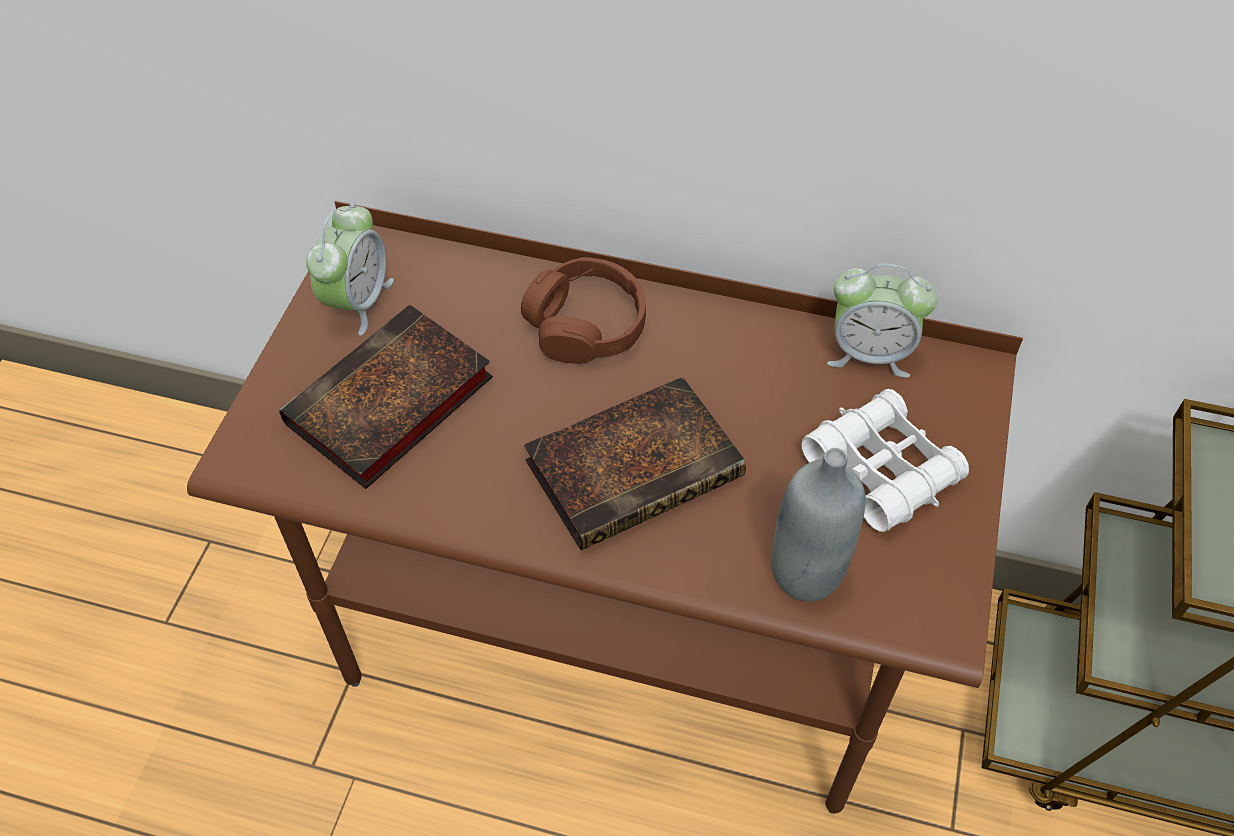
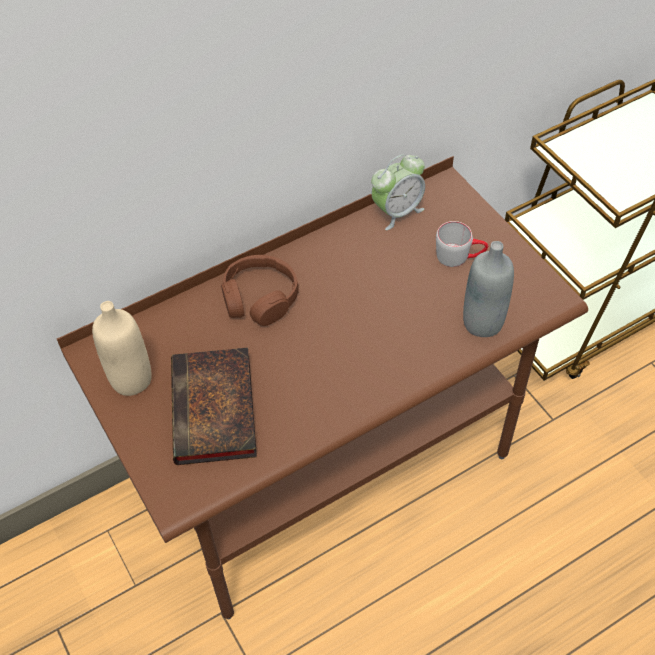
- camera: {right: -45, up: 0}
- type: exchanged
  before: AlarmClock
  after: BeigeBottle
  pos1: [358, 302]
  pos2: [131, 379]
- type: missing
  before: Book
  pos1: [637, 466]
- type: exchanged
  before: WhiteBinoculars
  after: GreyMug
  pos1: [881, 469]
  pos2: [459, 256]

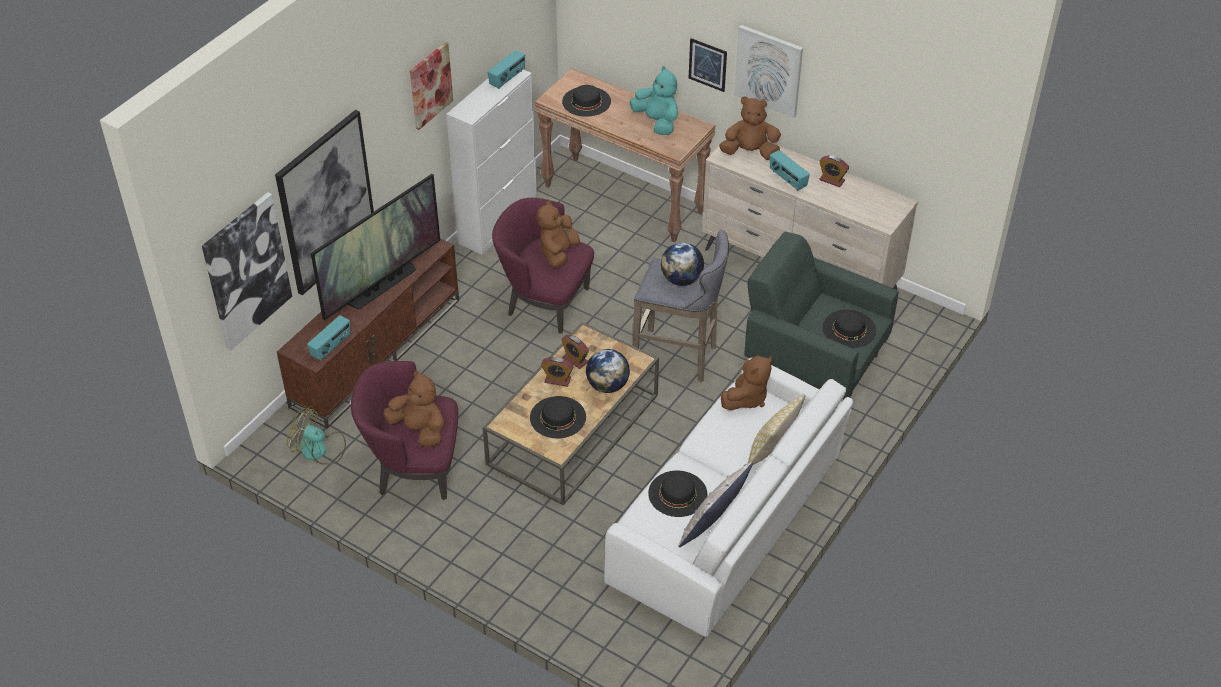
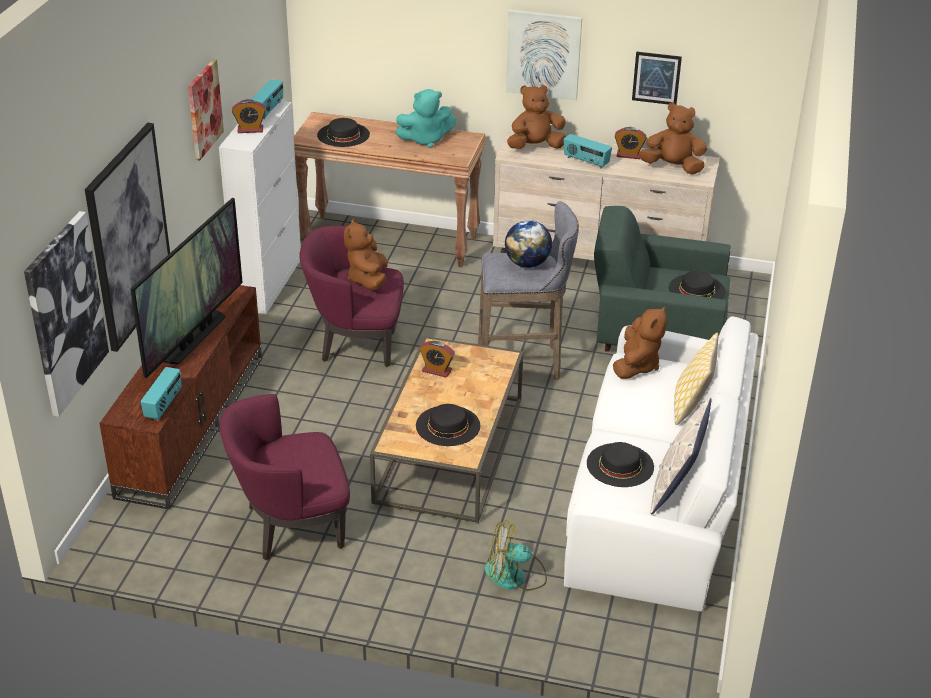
- camera: {right: -20, up: -10}
- type: relocated
  before: Fan
  pos1: [319, 450]
  pos2: [515, 576]
- type: relocated
  before: BrownPlushToy
  pos1: [419, 429]
  pos2: [673, 167]
- type: relocated
  before: AlarmClock
  pos1: [557, 380]
  pos2: [250, 129]
- type: missing
  before: Globe
  pos1: [607, 386]
- type: spun
  before: TurquoisePlushToy
  pos1: [657, 122]
  pos2: [425, 140]
  turn: 135
- type: relocated
  before: Picture
  pos1: [707, 64]
  pos2: [656, 78]

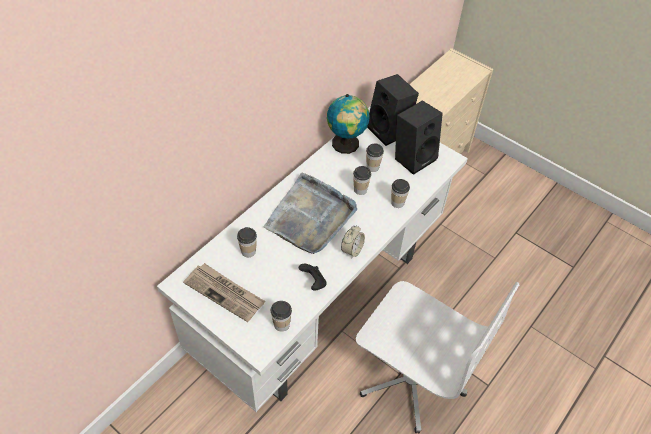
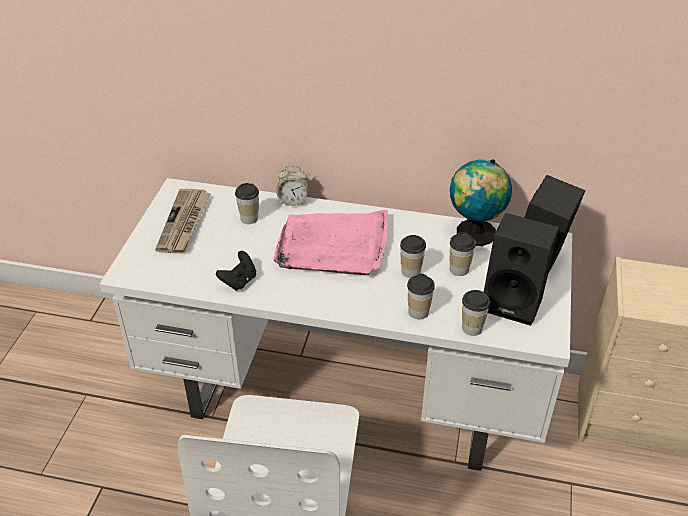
- camera: {right: 65, up: -10}
- type: colour
  before: GreyTray
  after: PinkTray
  pos1: [310, 217]
  pos2: [333, 245]
- type: relocated
  before: Cup
  pos1: [281, 324]
  pos2: [472, 328]
- type: relocated
  before: AlarmClock
  pos1: [352, 250]
  pos2: [293, 201]

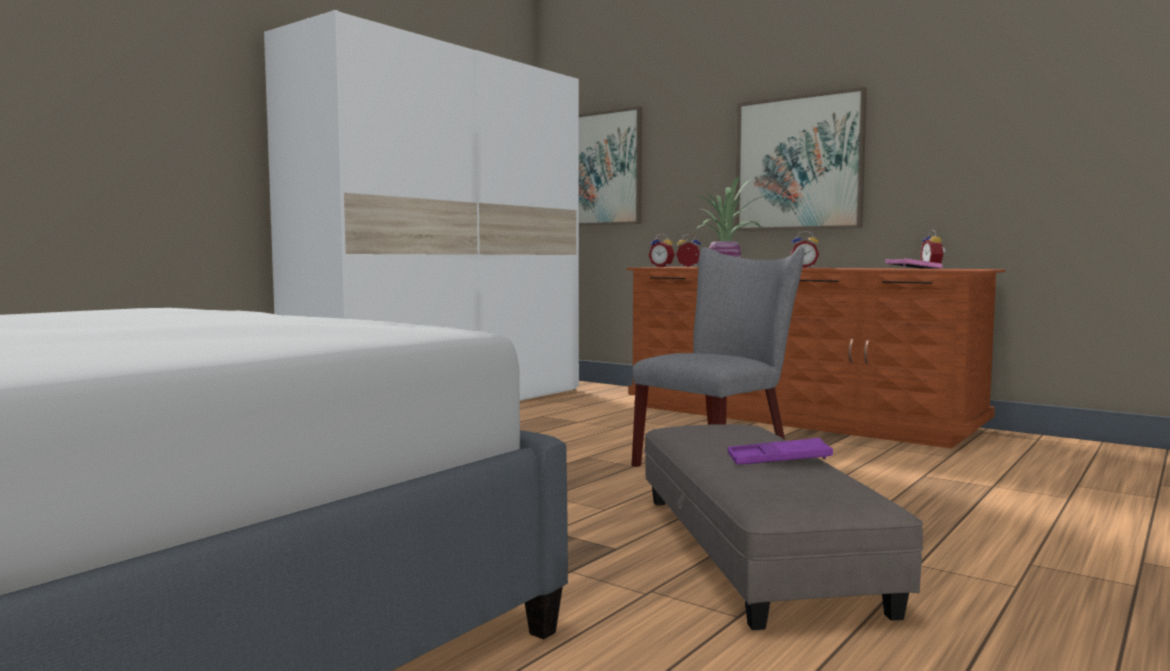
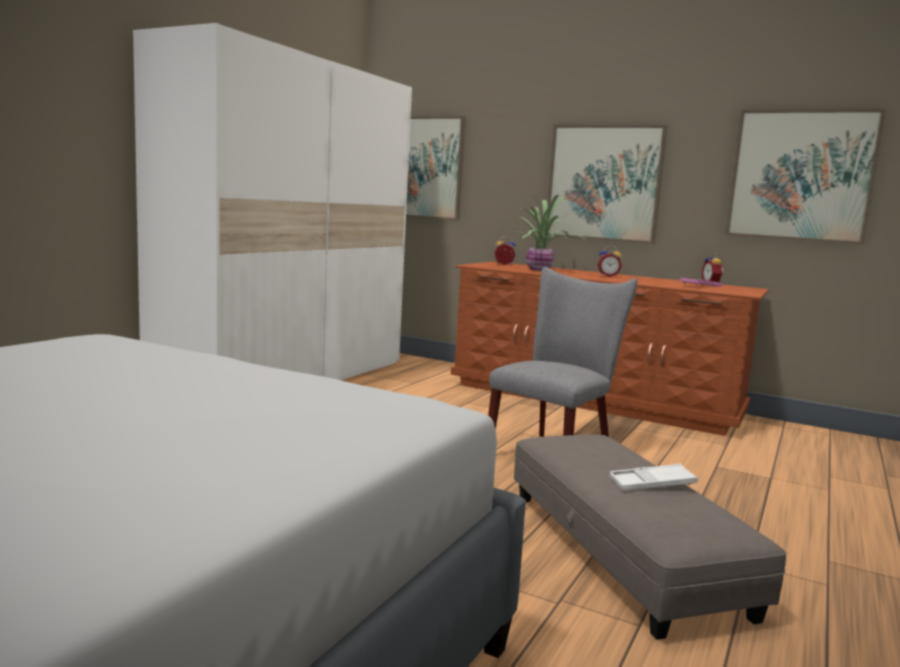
- camera: {right: -10, up: 5}
- type: missing
  before: AlarmClock
  pos1: [662, 266]
- type: colour
  before: PurpleTray
  after: WhiteTray
  pos1: [778, 460]
  pos2: [652, 484]
- type: appeared
  after: Picture
  pos2: [801, 175]

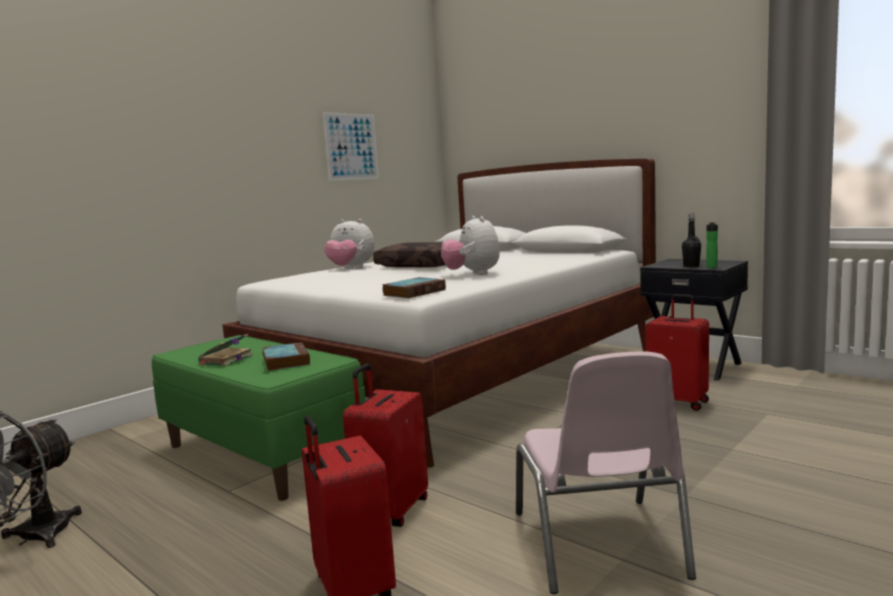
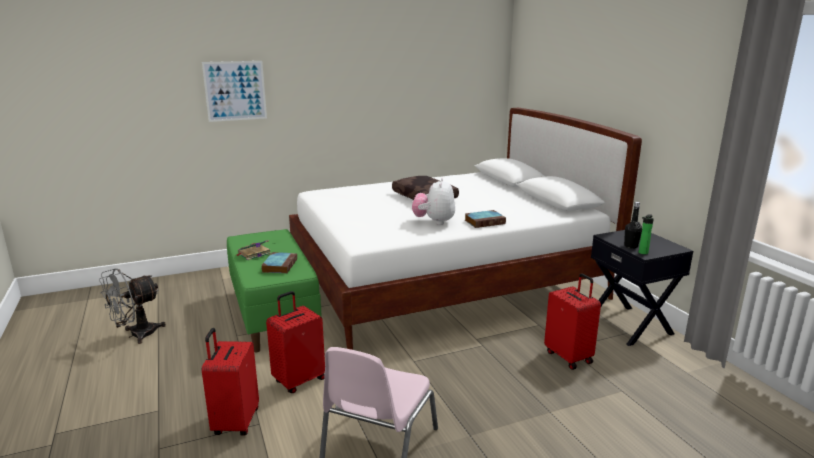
- camera: {right: 25, up: 10}
- type: relocated
  before: Picture
  pos1: [351, 146]
  pos2: [235, 91]
- type: missing
  before: PlushToy
  pos1: [350, 269]
- type: relocated
  before: Book
  pos1: [414, 292]
  pos2: [485, 222]

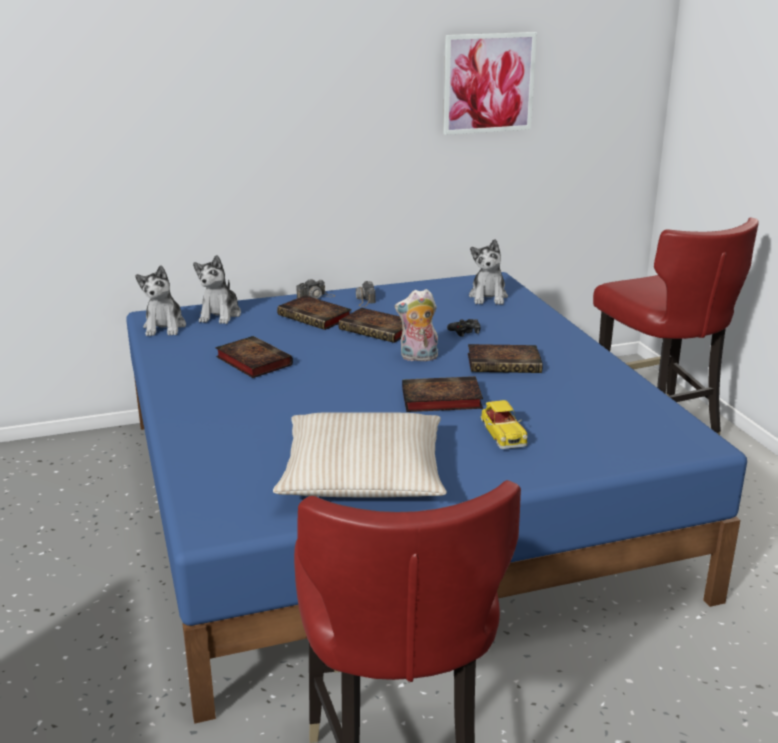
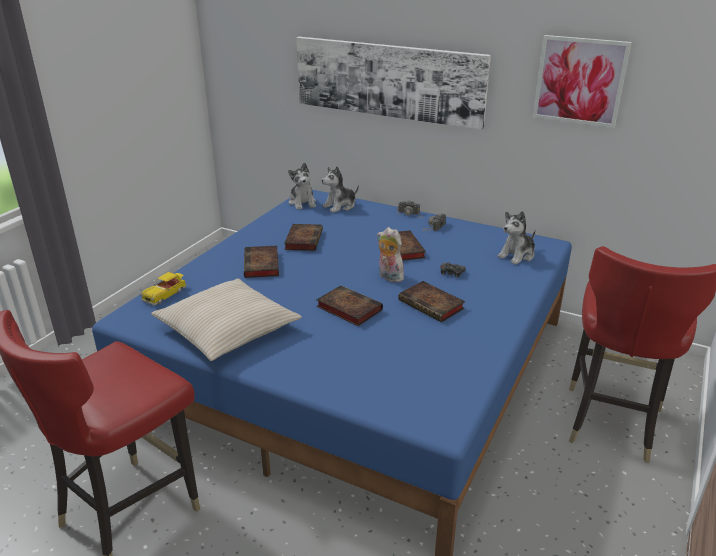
- camera: {right: 45, up: 5}
- type: spun
  before: PlushToy
  pos1: [165, 327]
  pos2: [302, 203]
  turn: -60
- type: relocated
  before: Book
  pos1: [316, 317]
  pos2: [262, 265]
- type: relocated
  before: ToyCar
  pos1: [502, 434]
  pos2: [165, 294]
- type: appeared
  after: Picture
  pos2: [388, 80]

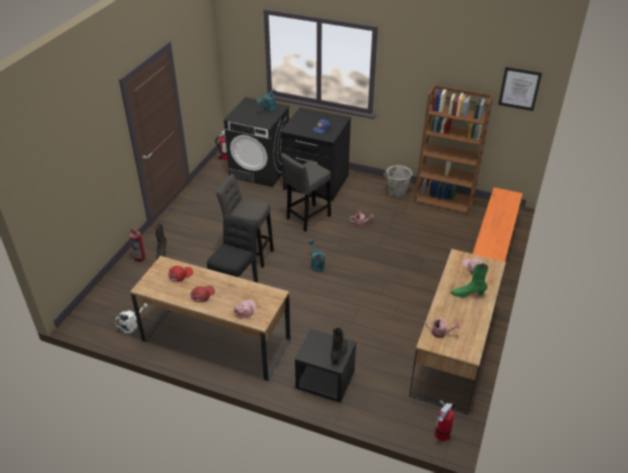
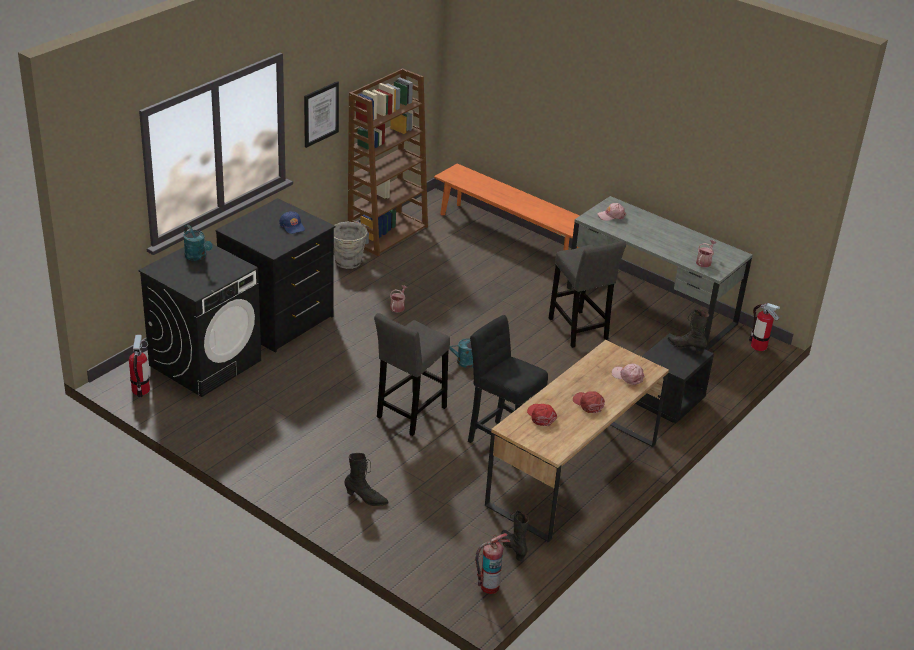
- camera: {right: -75, up: -5}
- type: exchanged
  before: WhiteWateringCan
  after: BlackBoot
  pos1: [132, 325]
  pos2: [513, 549]
- type: relocated
  before: FireExtinguisher
  pos1: [140, 258]
  pos2: [489, 587]
- type: relocated
  before: GreyStool
  pos1: [307, 218]
  pos2: [579, 331]
- type: colour
  before: BrownDesk
  after: GreyDesk
  pos1: [453, 351]
  pos2: [651, 306]
- type: missing
  before: GreenBoot
  pos1: [467, 294]
- type: relocated
  before: Picture
  pos1: [519, 88]
  pos2: [320, 114]

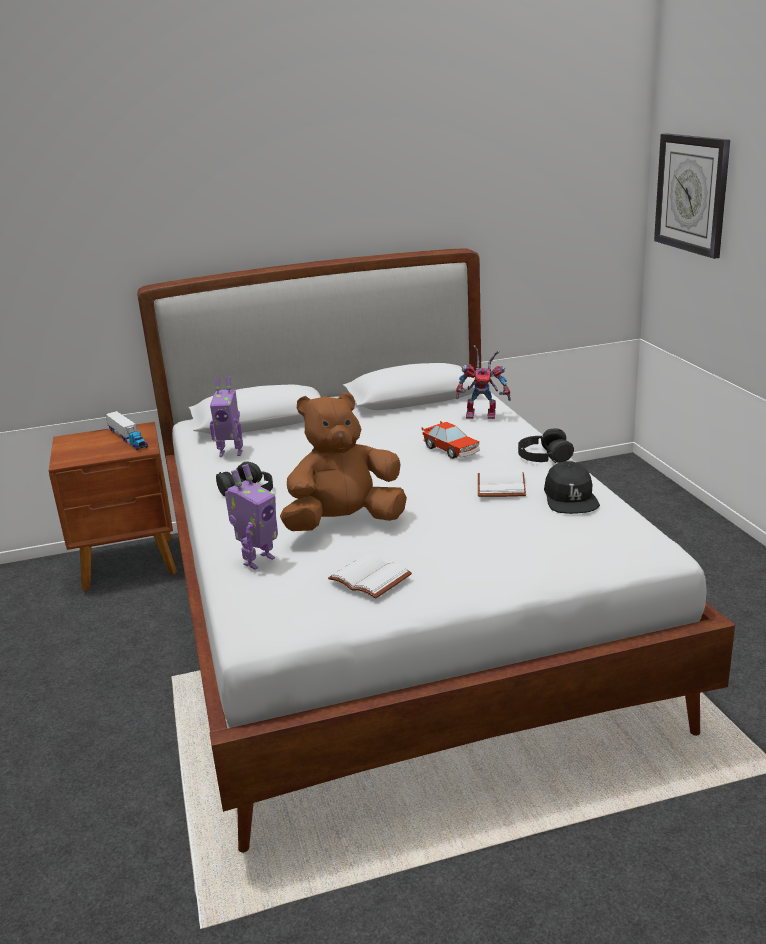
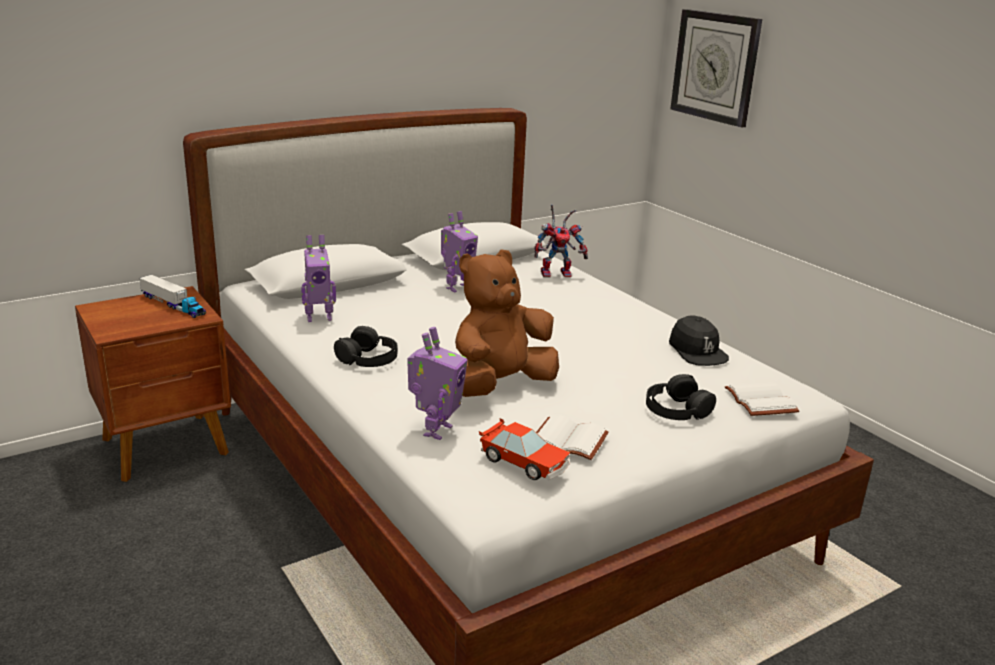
- camera: {right: -20, up: 0}
- type: relocated
  before: ToyCar
  pos1: [451, 450]
  pos2: [524, 463]
- type: relocated
  before: WhiteBook
  pos1: [499, 486]
  pos2: [758, 401]
- type: relocated
  before: BlackHeadphones
  pos1: [544, 455]
  pos2: [676, 409]
- type: appeared
  after: ToyRobot
  pos2: [457, 287]

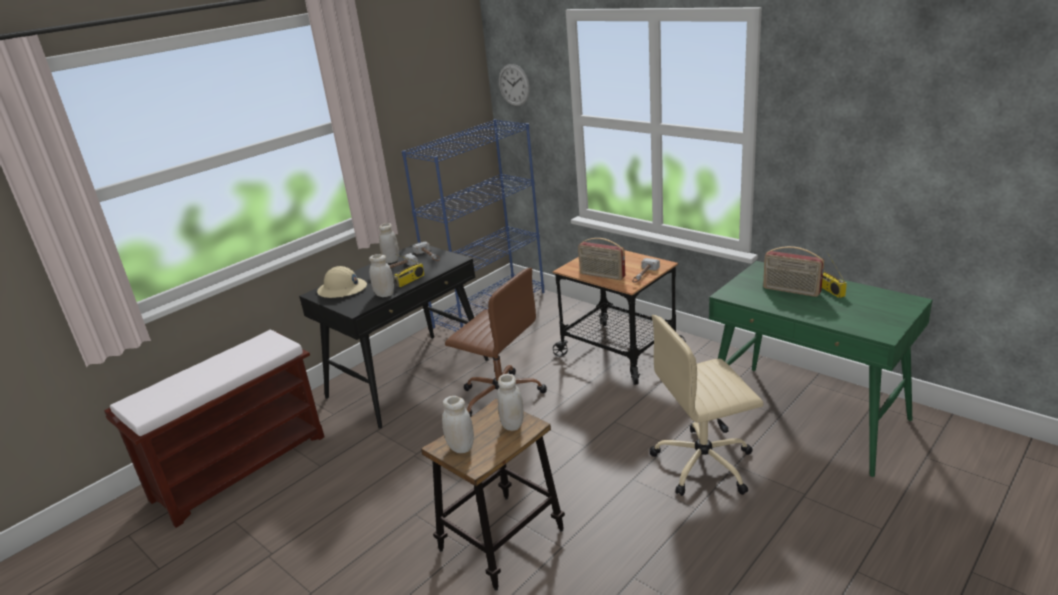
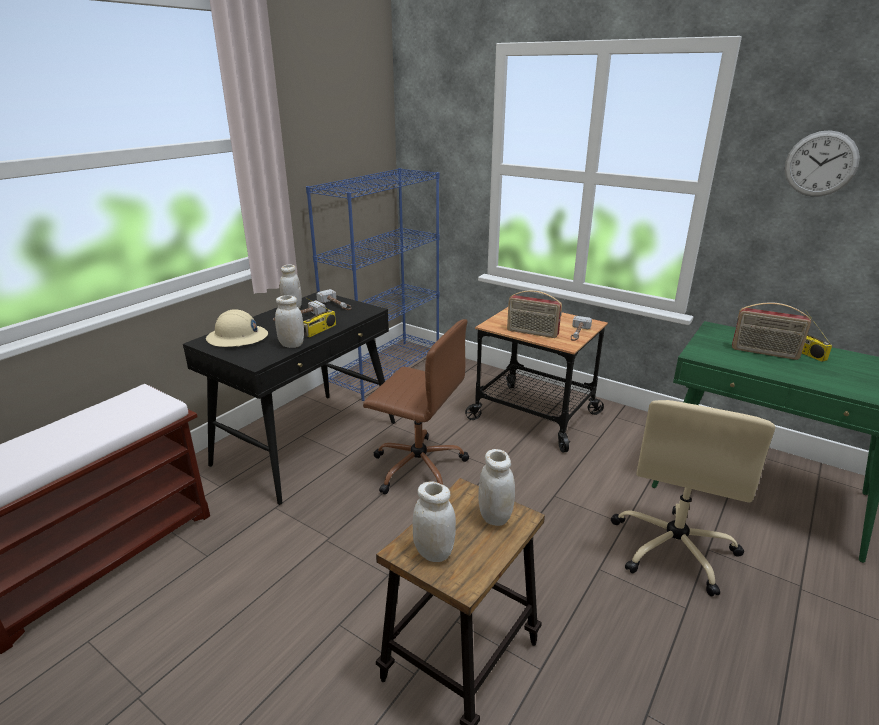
- camera: {right: -10, up: 0}
- type: relocated
  before: WallClock
  pos1: [514, 85]
  pos2: [820, 164]
- type: spun
  before: BeigeOfficeChair
  pos1: [705, 464]
  pos2: [673, 548]
  turn: -45

